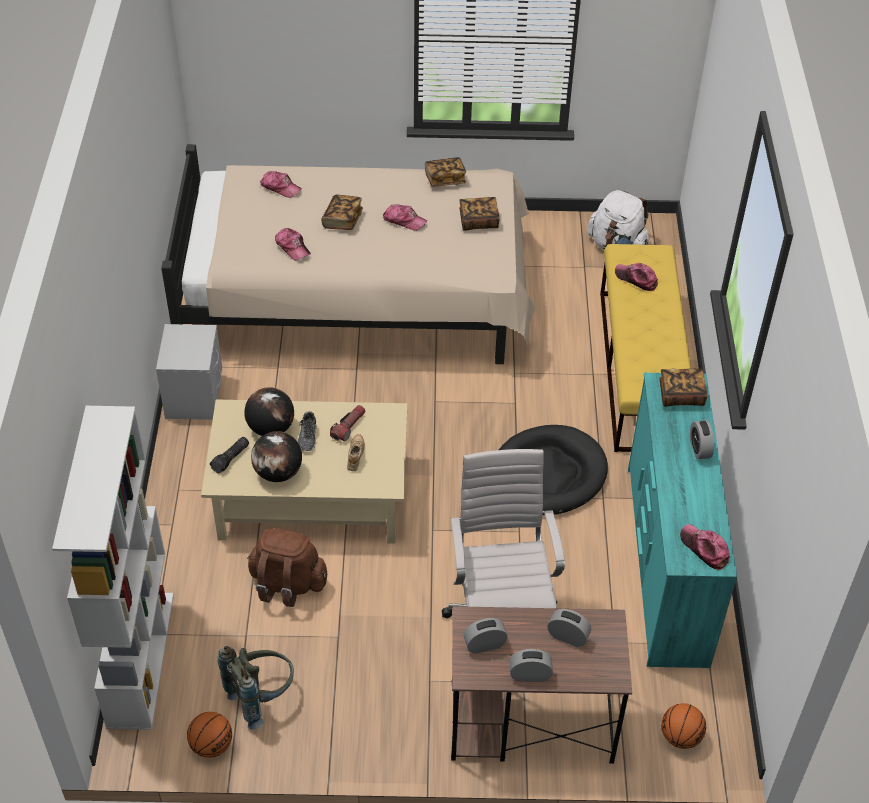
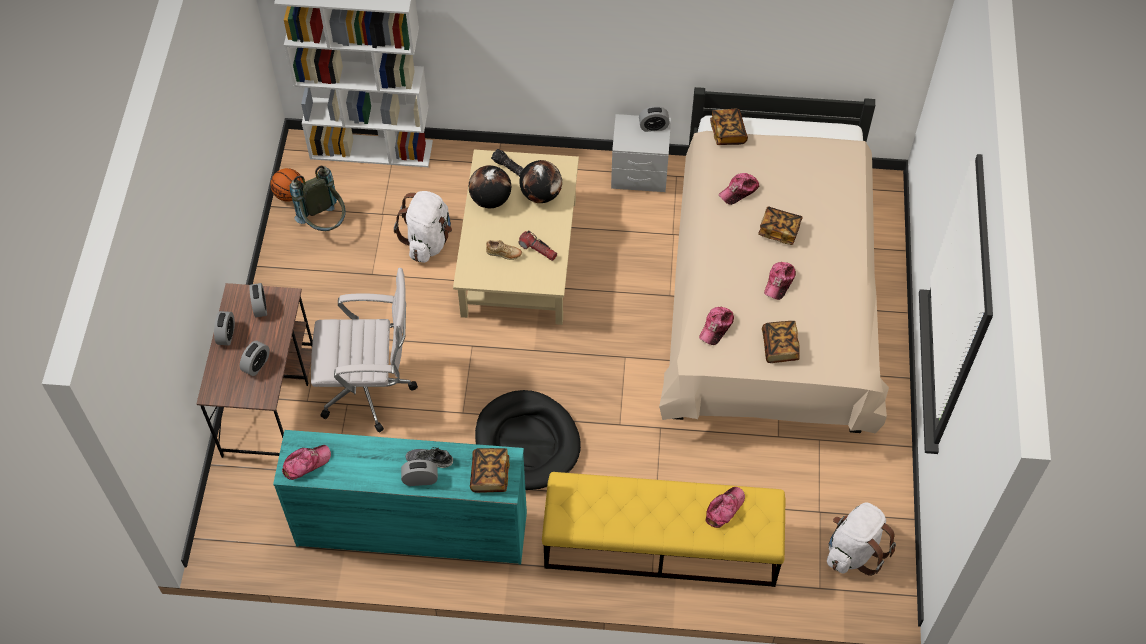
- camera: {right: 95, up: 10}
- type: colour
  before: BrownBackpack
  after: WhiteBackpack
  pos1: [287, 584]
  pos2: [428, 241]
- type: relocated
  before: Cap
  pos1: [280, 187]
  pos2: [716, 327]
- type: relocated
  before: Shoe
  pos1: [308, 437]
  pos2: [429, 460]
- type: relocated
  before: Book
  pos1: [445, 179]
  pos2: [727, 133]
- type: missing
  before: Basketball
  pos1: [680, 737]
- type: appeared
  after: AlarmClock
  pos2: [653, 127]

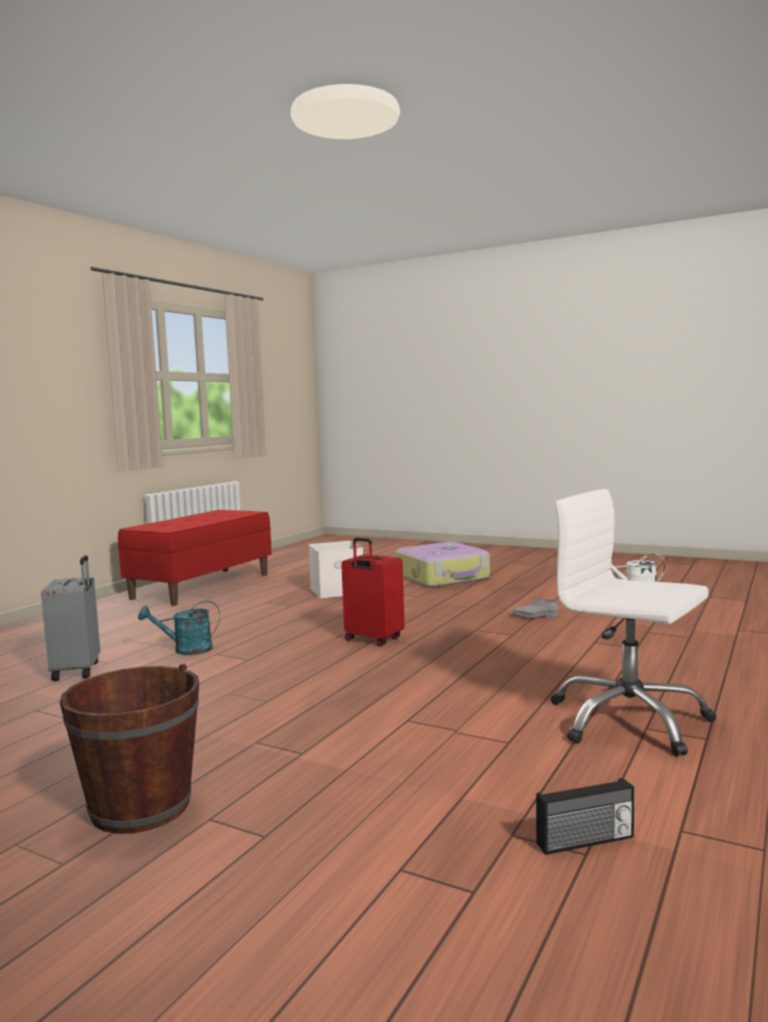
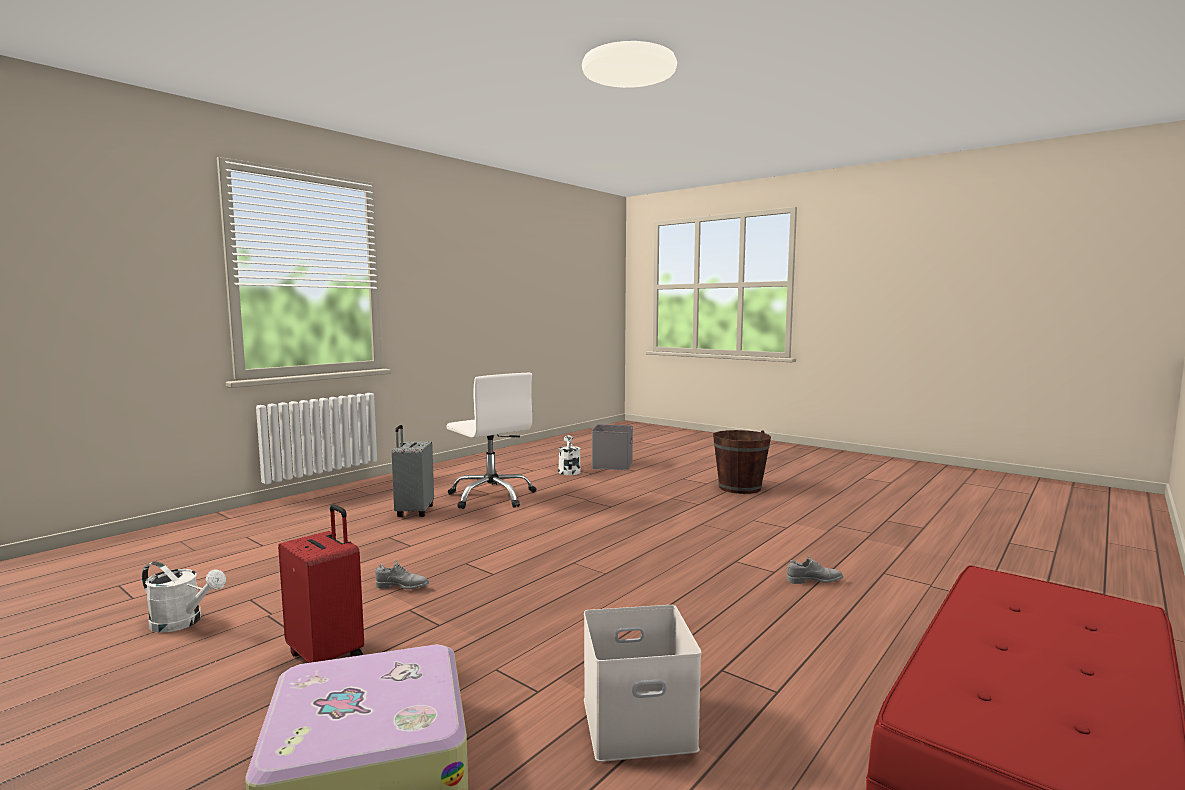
- camera: {right: -170, up: 0}
- type: relocated
  before: GreySuitcase
  pos1: [78, 671]
  pos2: [413, 512]
- type: exchanged
  before: TurquoiseWateringCan
  after: GreyShoe
  pos1: [186, 650]
  pos2: [814, 581]
- type: relocated
  before: RedSuitcase
  pos1: [373, 640]
  pos2: [328, 656]
- type: exchanged
  before: Radio
  after: WhiteWateringCan
  pos1: [586, 842]
  pos2: [569, 470]
- type: appeared
  after: GreyStorageBox
  pos2: [613, 465]

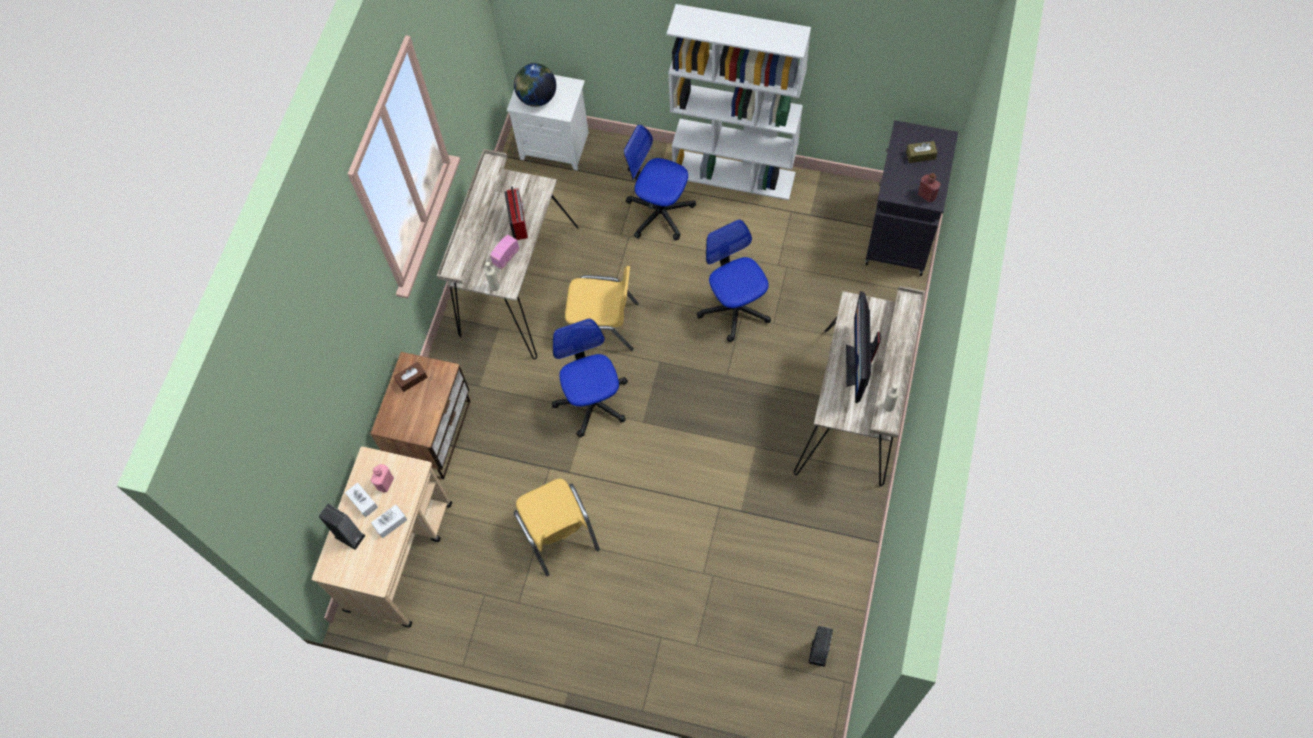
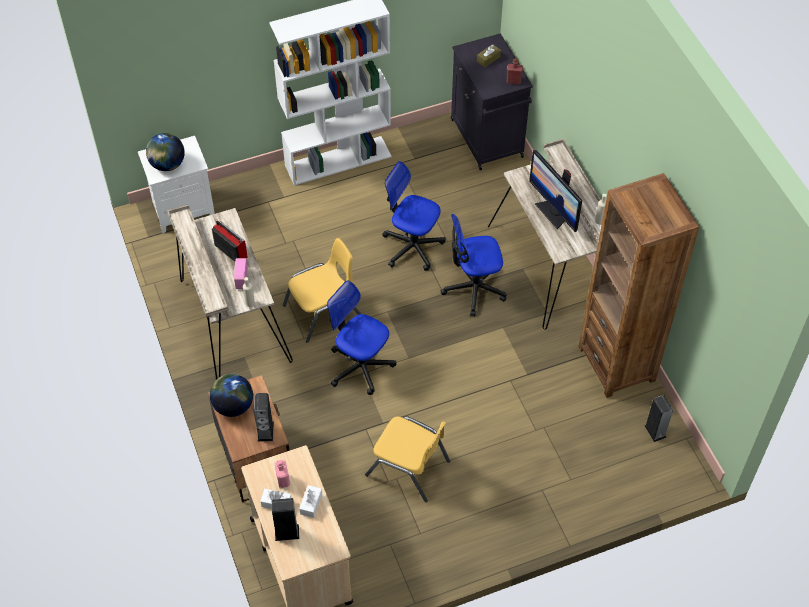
- camera: {right: -40, up: -10}
- type: exchanged
  before: BrownTissueBox
  after: Globe
  pos1: [412, 379]
  pos2: [233, 406]
- type: relocated
  before: OfficeChair
  pos1: [659, 212]
  pos2: [473, 288]
- type: appeared
  after: Speaker
  pos2: [265, 431]
- type: appeared
  after: BrownBookcase
  pos2: [617, 364]

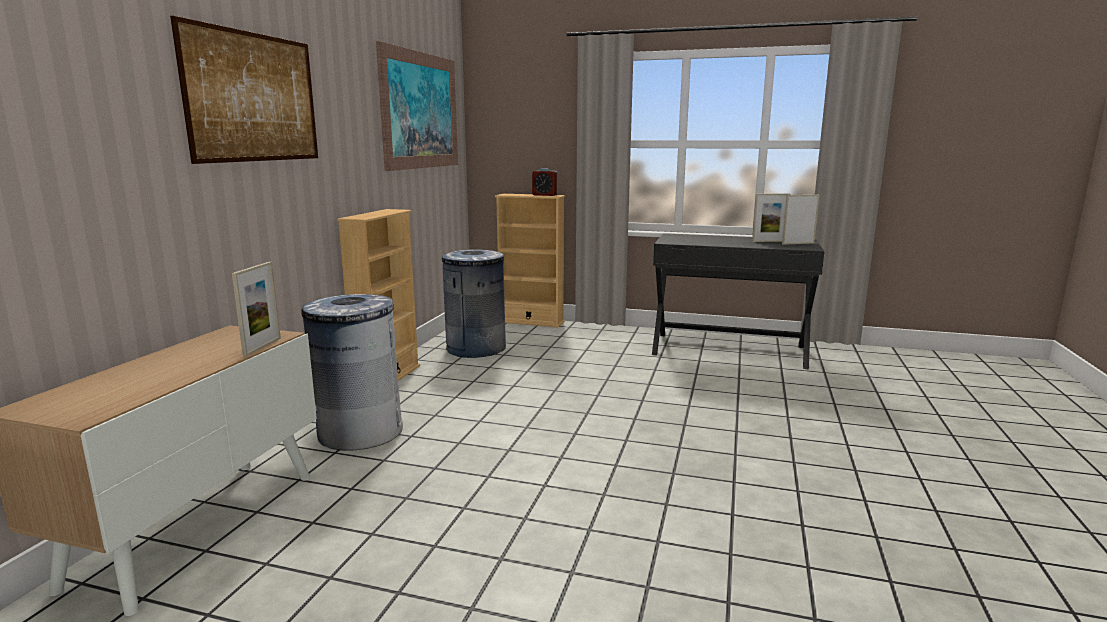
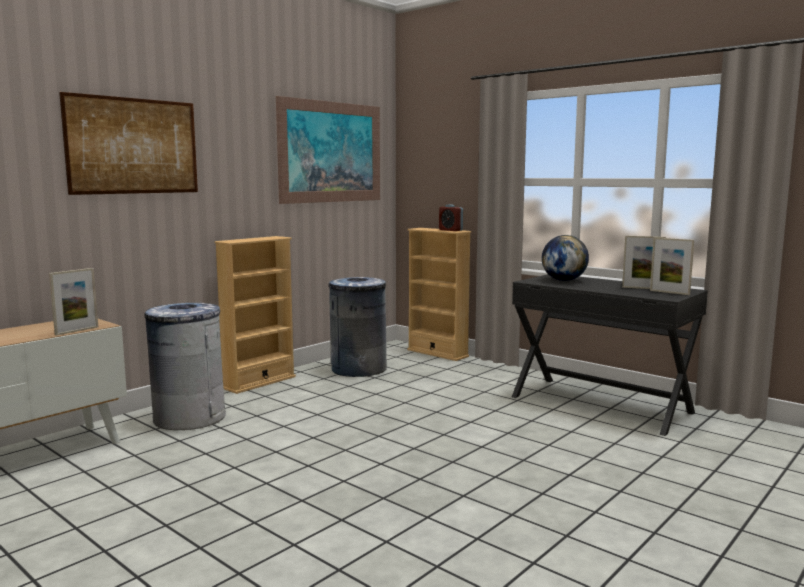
- camera: {right: 25, up: -5}
- type: spun
  before: PictureFrame
  pos1: [798, 243]
  pos2: [669, 292]
  turn: -150
- type: appeared
  after: Globe
  pos2: [563, 280]

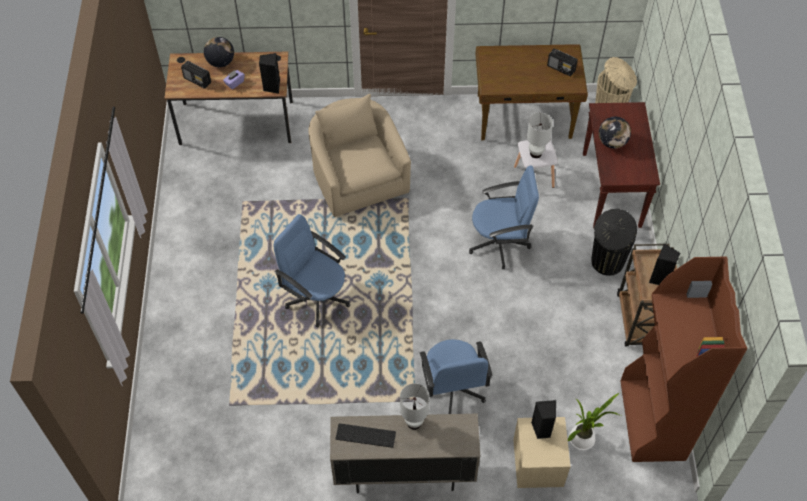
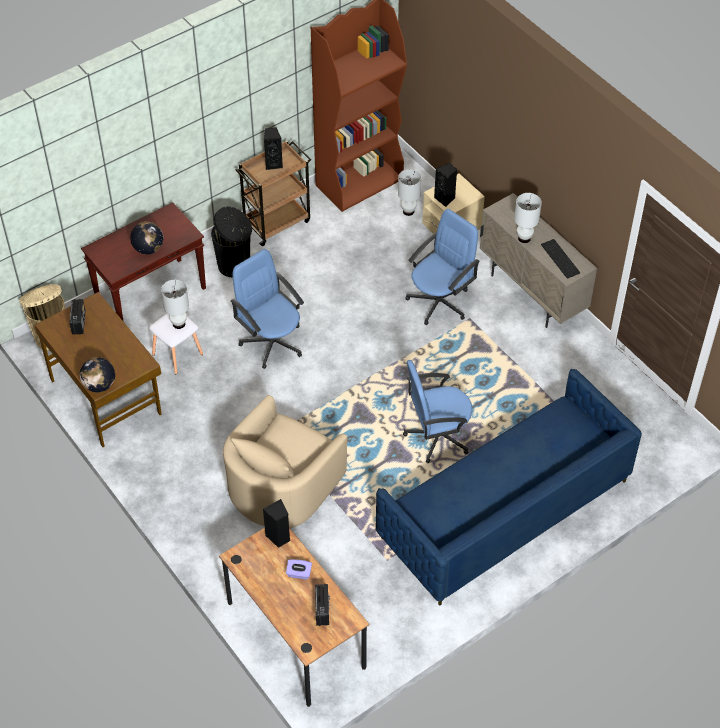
- camera: {right: -125, up: -5}
- type: relocated
  before: Globe
  pos1: [221, 62]
  pos2: [99, 385]
- type: spun
  before: BlueOfficeChair
  pos1: [317, 297]
  pos2: [437, 436]
  turn: 75
- type: exchanged
  before: PottedPlant
  after: WhiteTableLamp
  pos1: [584, 438]
  pos2: [408, 211]
- type: appeared
  after: BlueSofa
  pos2: [504, 510]

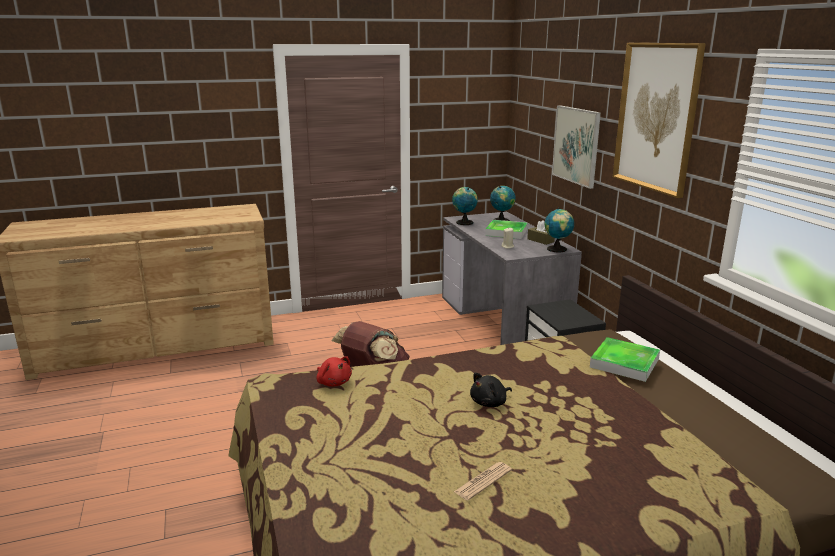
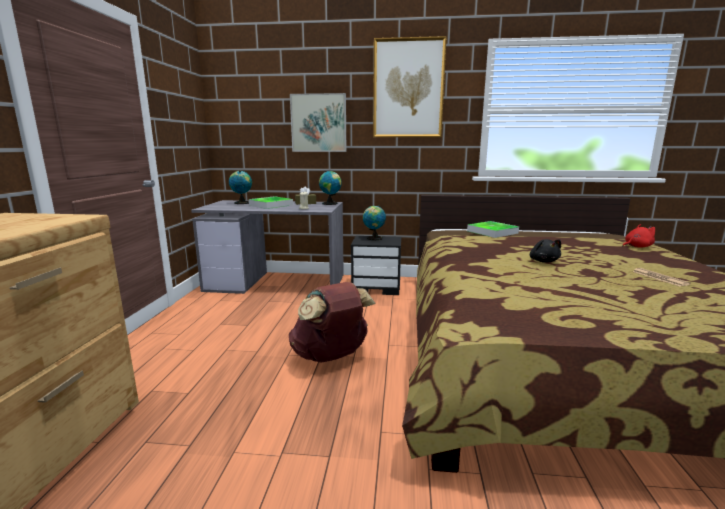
- camera: {right: -65, up: -5}
- type: relocated
  before: RedPlushToy
  pos1: [333, 382]
  pos2: [636, 246]
- type: relocated
  before: Globe
  pos1: [464, 222]
  pos2: [373, 238]

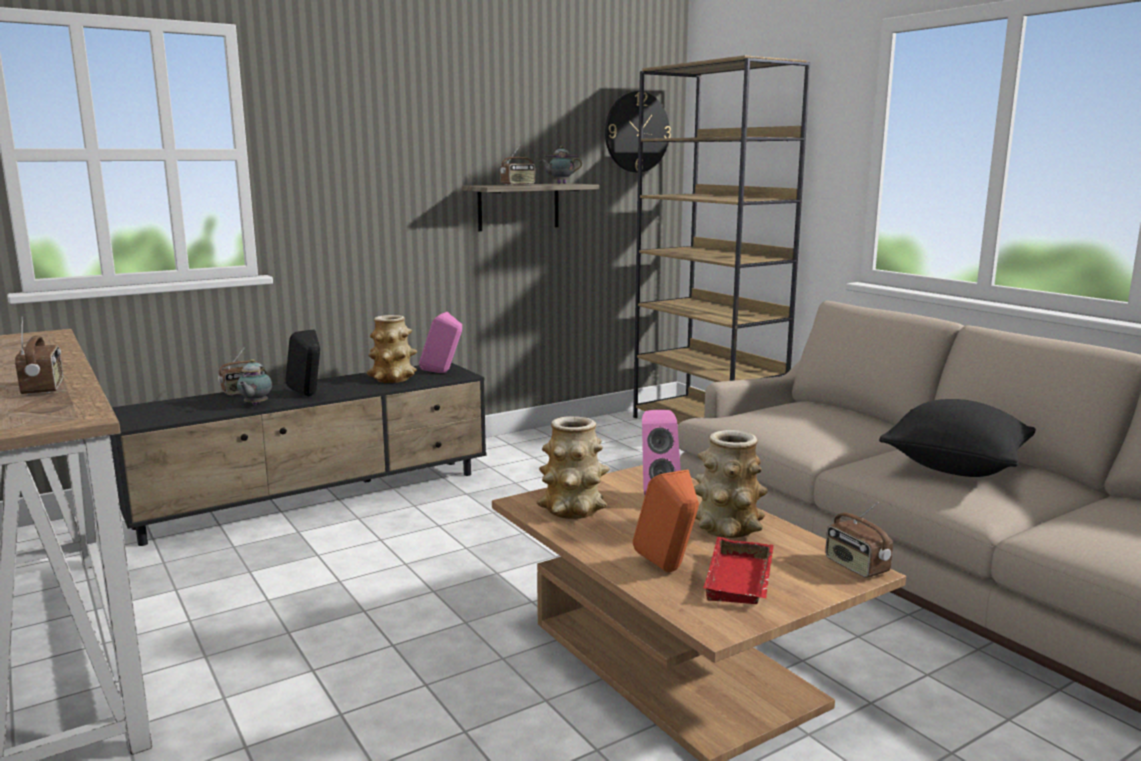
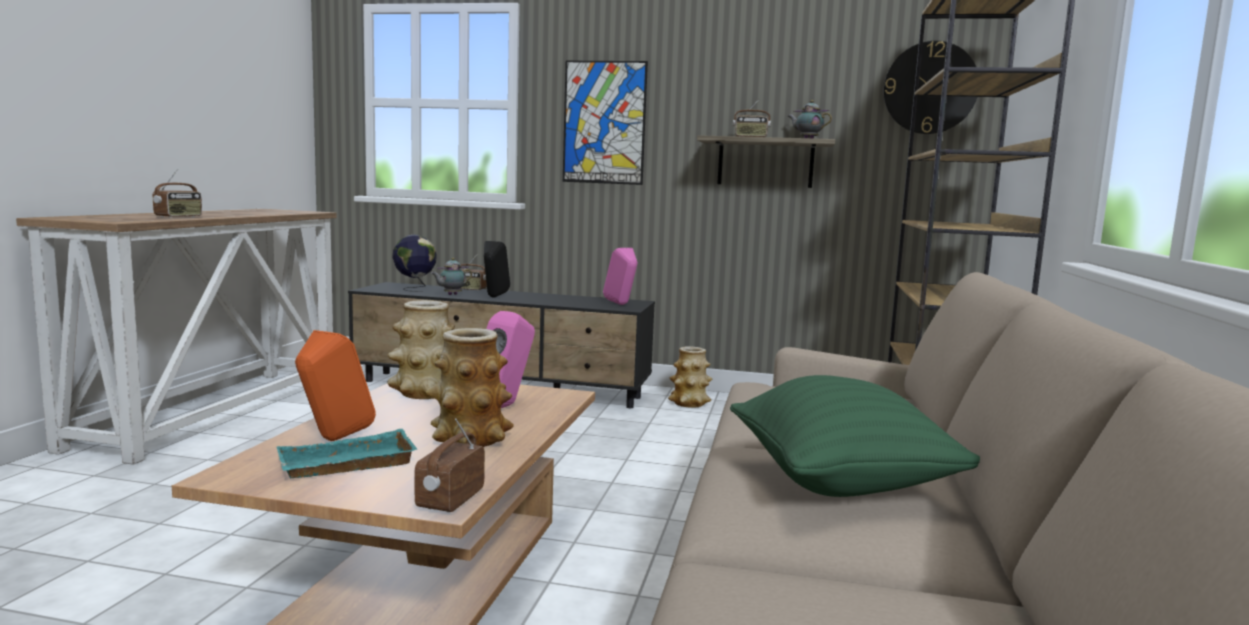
- camera: {right: 45, up: -5}
- type: relocated
  before: Vase
  pos1: [393, 379]
  pos2: [689, 403]
- type: colour
  before: RedTray
  after: TurquoiseTray
  pos1: [742, 580]
  pos2: [346, 465]
- type: colour
  before: BlackPillow
  after: GreenPillow
  pos1: [955, 467]
  pos2: [840, 483]
- type: appeared
  after: Globe
  pos2: [414, 289]
- type: appeared
  after: Picture
  pos2: [604, 122]

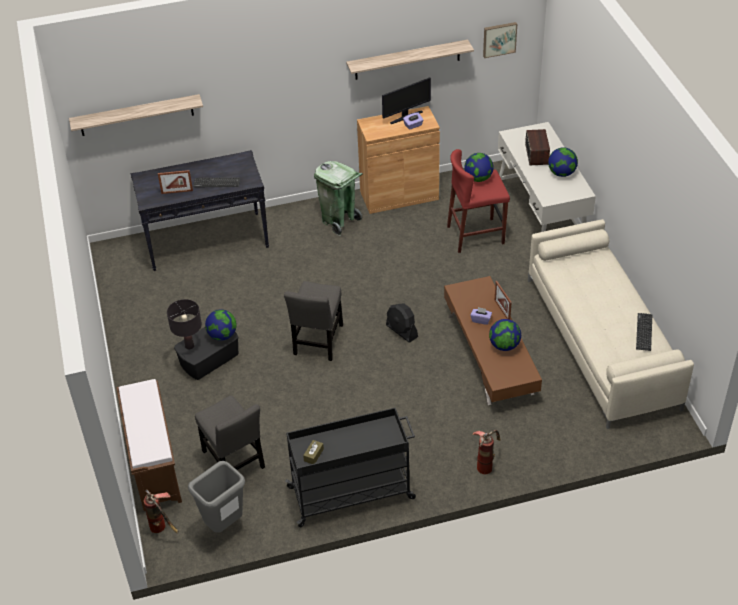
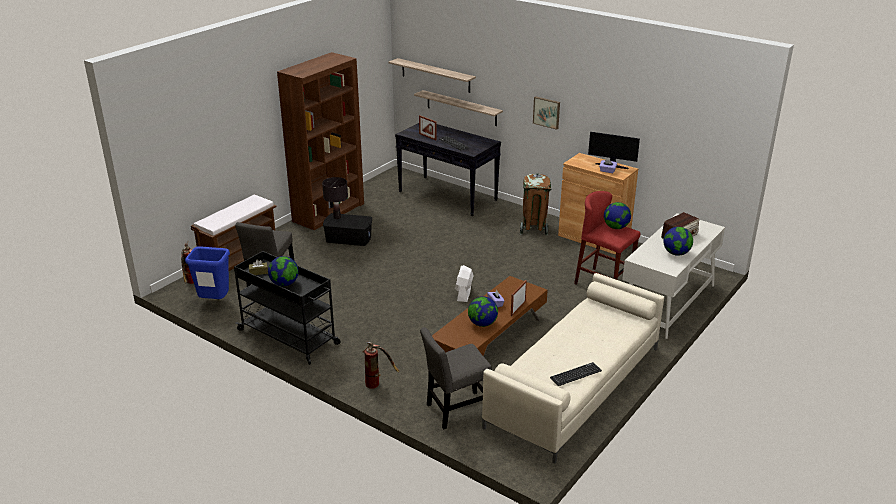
- camera: {right: 50, up: -15}
- type: colour
  before: GreyTrashCan
  after: BlueTrashCan
  pos1: [224, 525]
  pos2: [214, 302]
- type: relocated
  before: Globe
  pos1: [222, 335]
  pos2: [284, 284]
- type: relocated
  before: GreyChair
  pos1: [318, 342]
  pos2: [456, 410]
- type: colour
  before: GreenTrashCan
  after: BrownTrashCan
  pos1: [339, 221]
  pos2: [534, 228]
- type: relocated
  before: Shelf
  pos1: [407, 60]
  pos2: [461, 108]
- type: colour
  before: BlackFan
  after: WhiteFan
  pos1: [401, 331]
  pos2: [464, 293]
- type: relocated
  before: Picture
  pos1: [499, 39]
  pos2: [547, 112]
- type: appeared
  after: BrownBookcase
  pos2: [329, 212]

